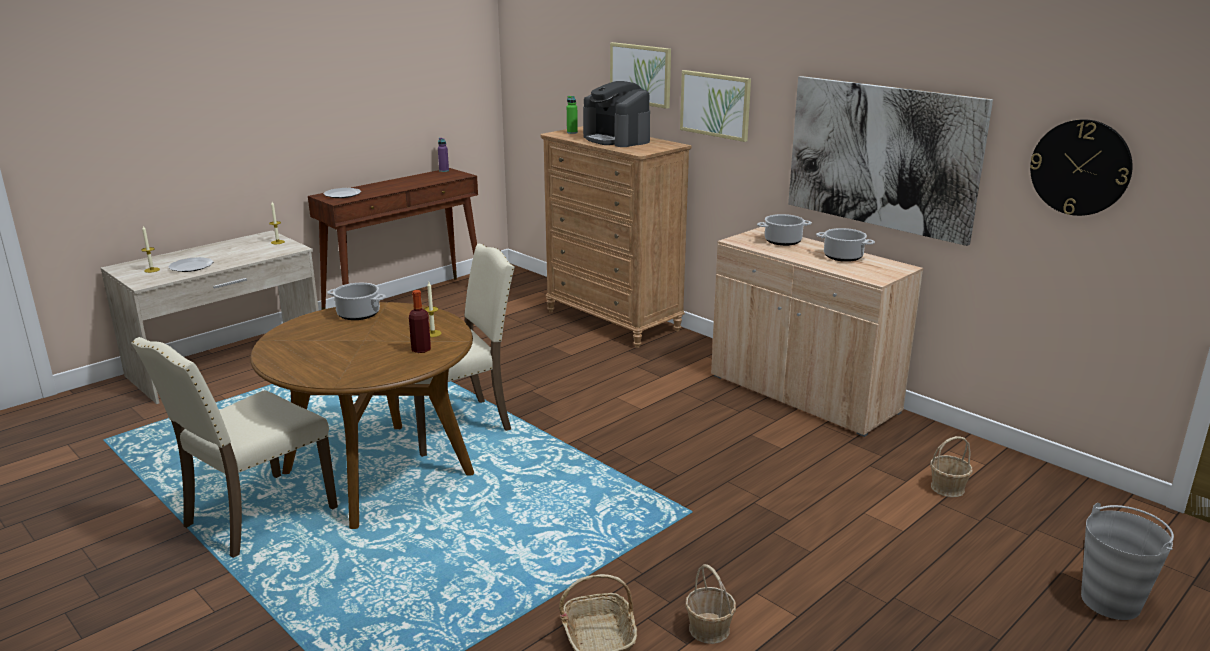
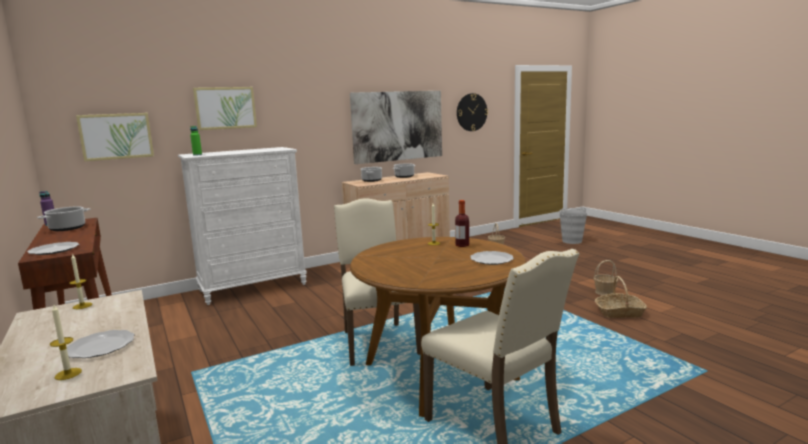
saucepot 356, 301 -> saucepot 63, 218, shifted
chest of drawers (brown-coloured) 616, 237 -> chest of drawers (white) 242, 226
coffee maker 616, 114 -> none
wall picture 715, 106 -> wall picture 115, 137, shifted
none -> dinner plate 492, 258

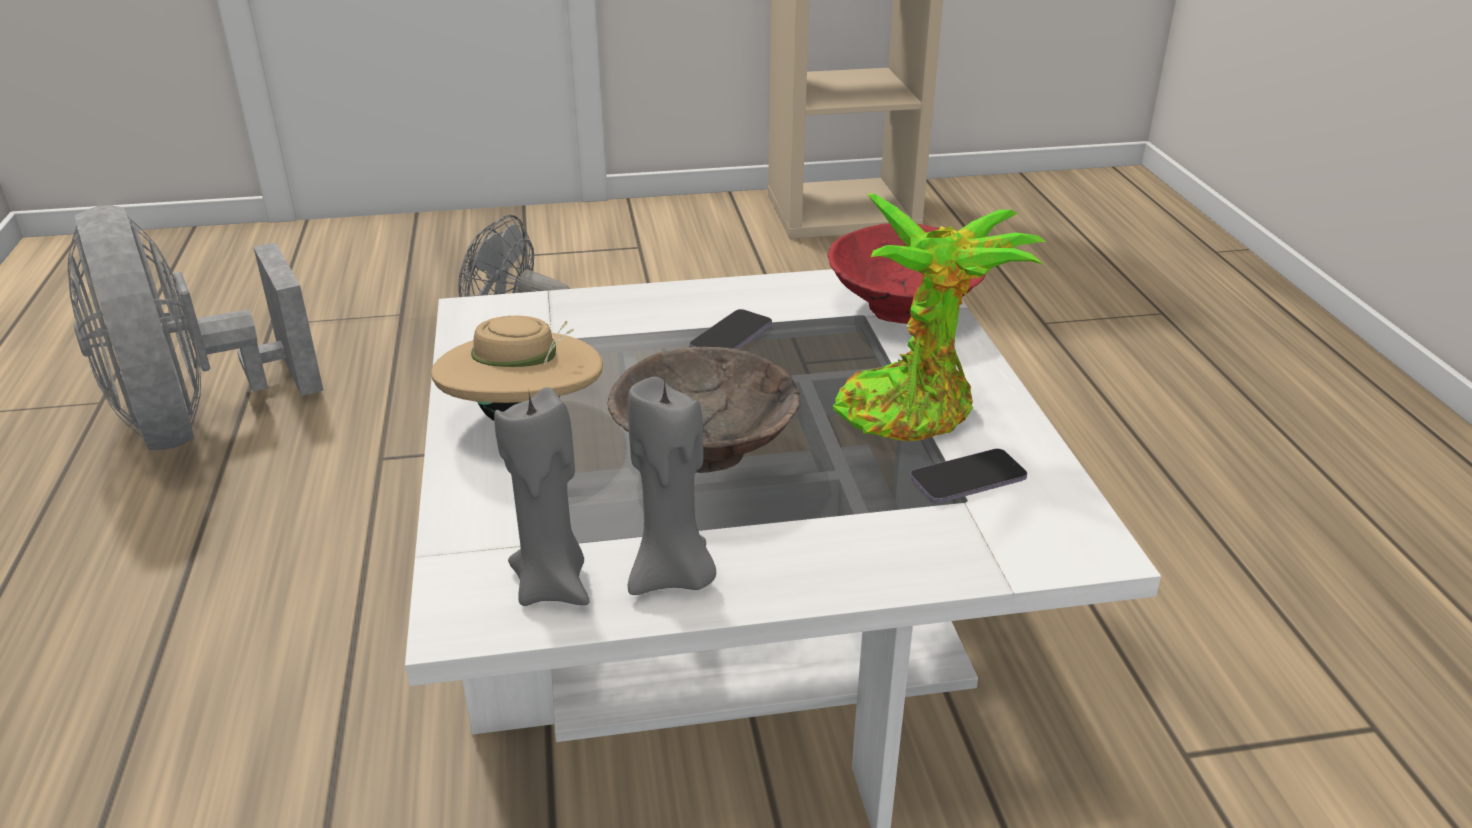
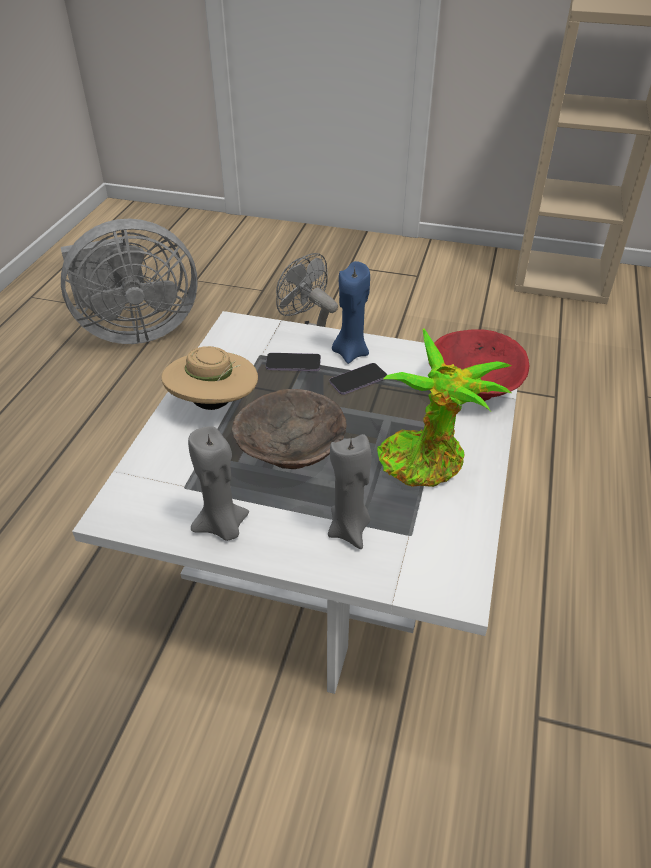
cooling fan (gray) 195, 327 -> cooling fan (gray) 129, 281, 105 degrees counterclockwise
candle (gray) 542, 496 -> candle (gray) 349, 491, shifted
telephone 968, 476 -> telephone 293, 362, shifted
none -> candle (blue-coloured) 351, 312

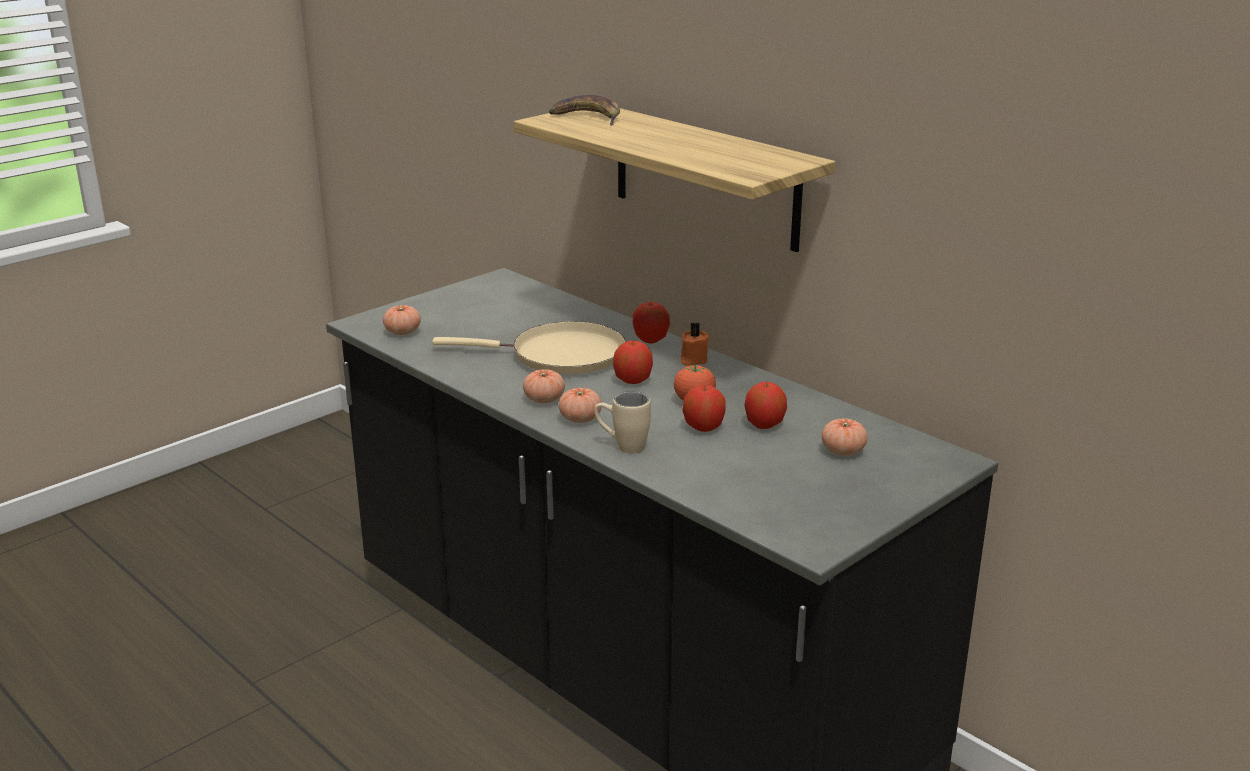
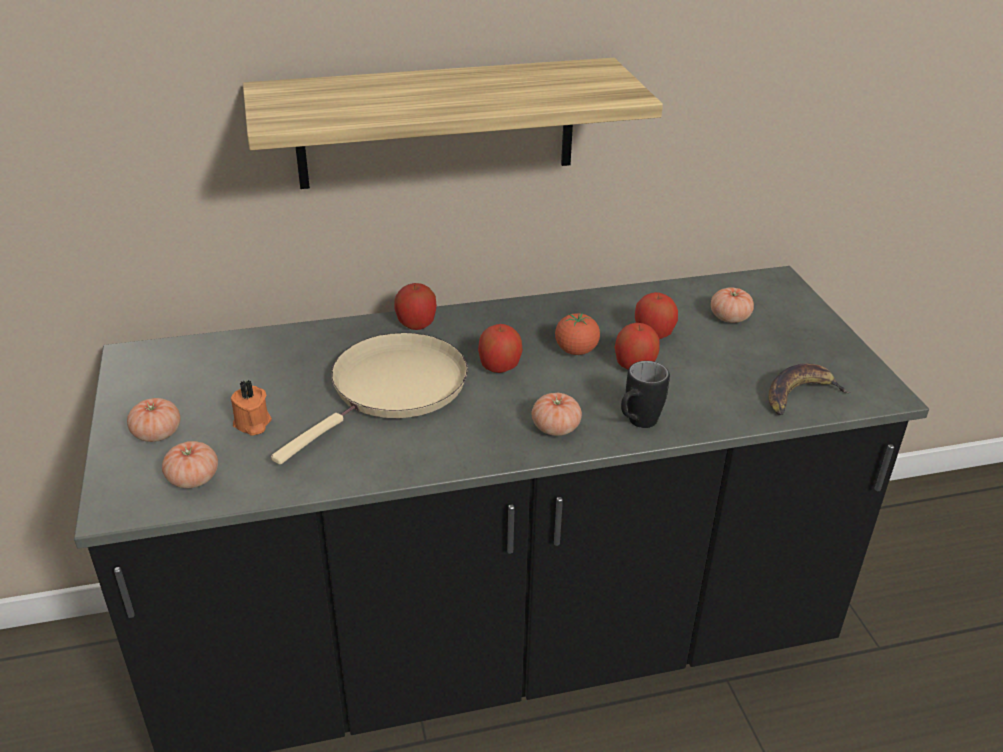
whole tomato 544, 386 -> whole tomato 153, 420, shifted
whole banana 584, 110 -> whole banana 809, 389, shifted
mug (beige-coloured) 622, 422 -> mug (black) 645, 394
candle (orange-coloured) 695, 344 -> candle (orange-coloured) 251, 408, shifted

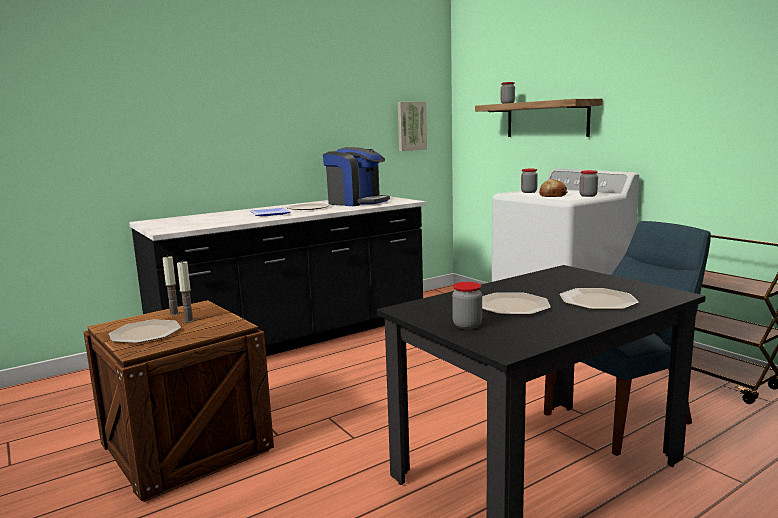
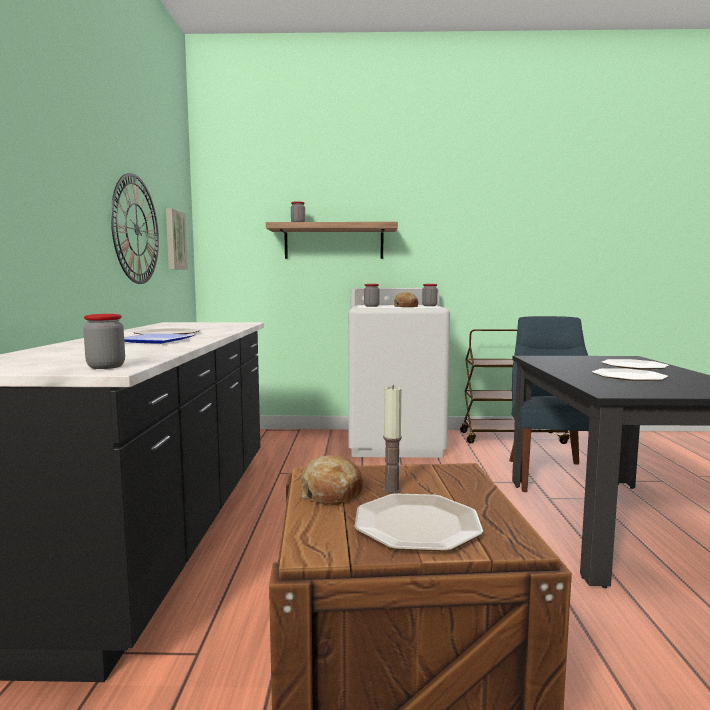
candle 171, 285 -> bread 332, 480
coffee maker 356, 176 -> none
preserve jar 467, 305 -> preserve jar 104, 341, shifted
none -> hanging clock 135, 228

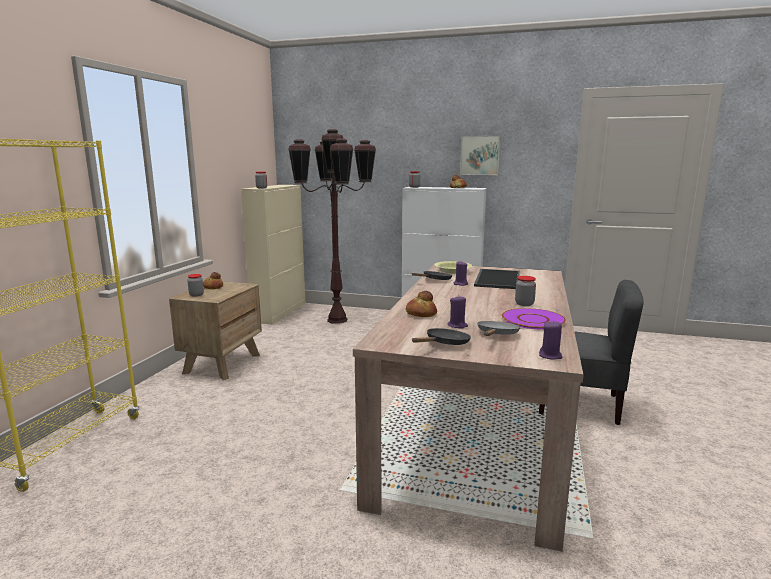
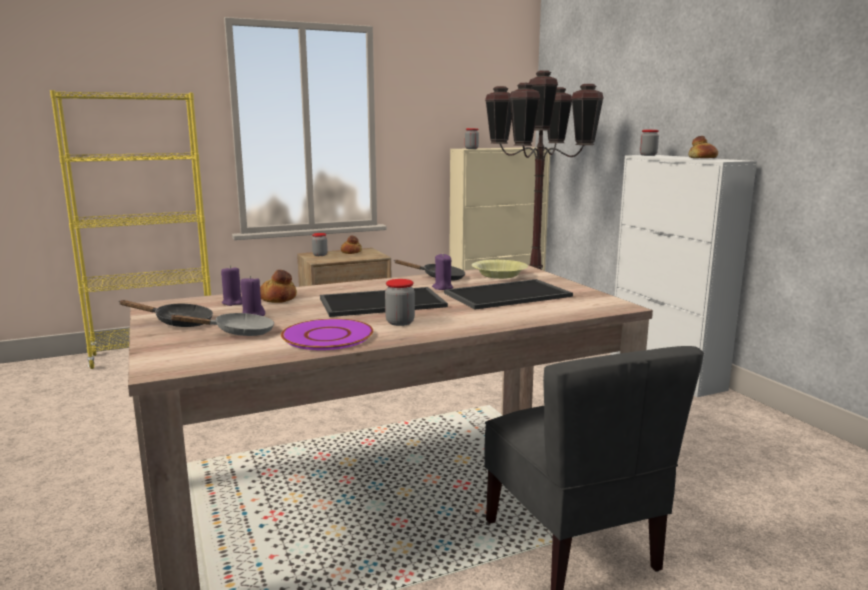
wall picture 480, 155 -> none
candle (purple) 550, 339 -> candle (purple) 231, 286, shifted
none -> serving tray 384, 302

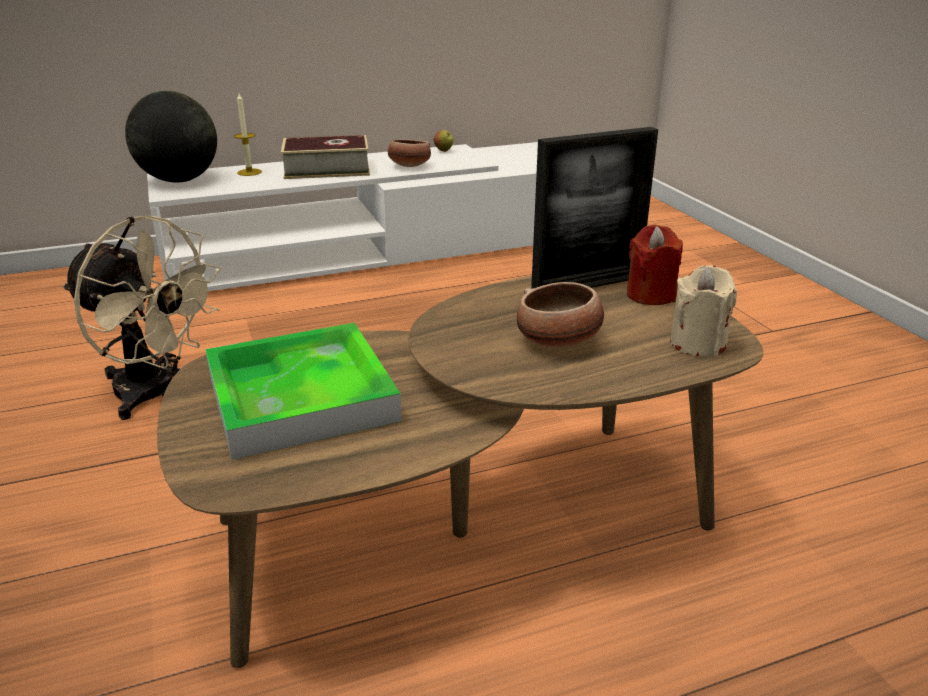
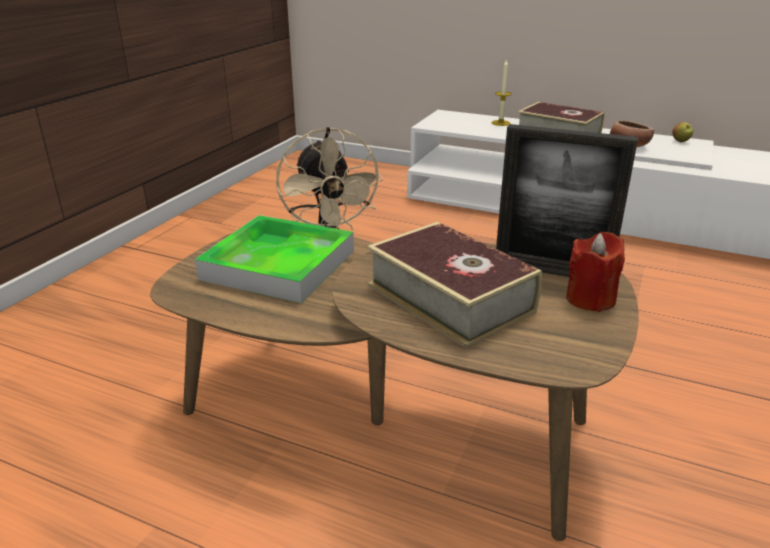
world globe 171, 136 -> none
serving bowl 560, 315 -> volume 454, 285
candle (beige-coloured) 703, 310 -> none

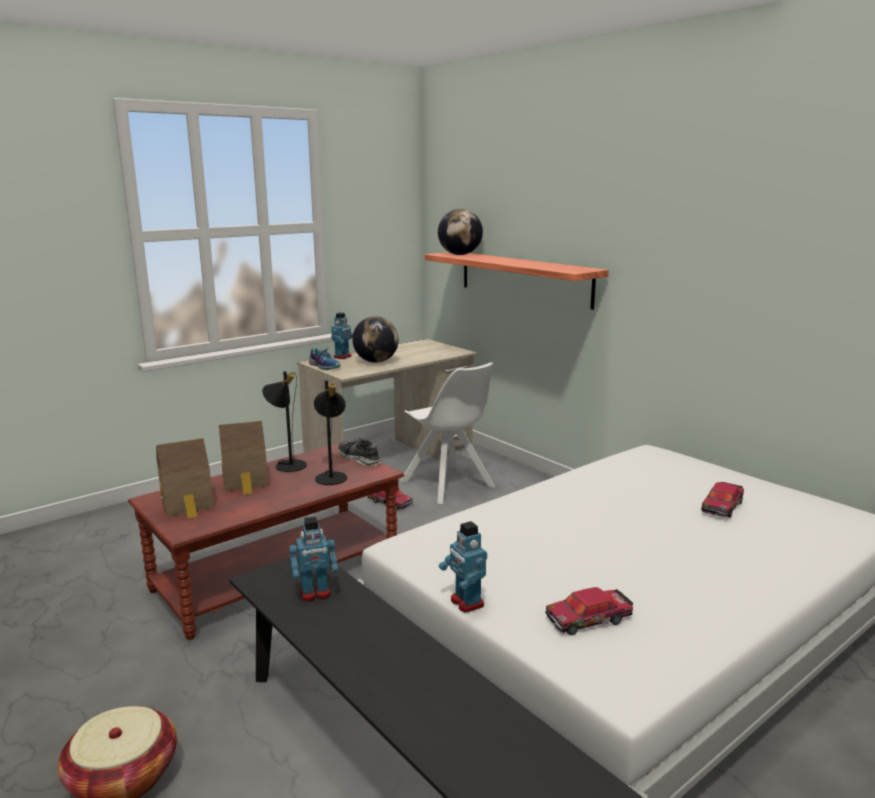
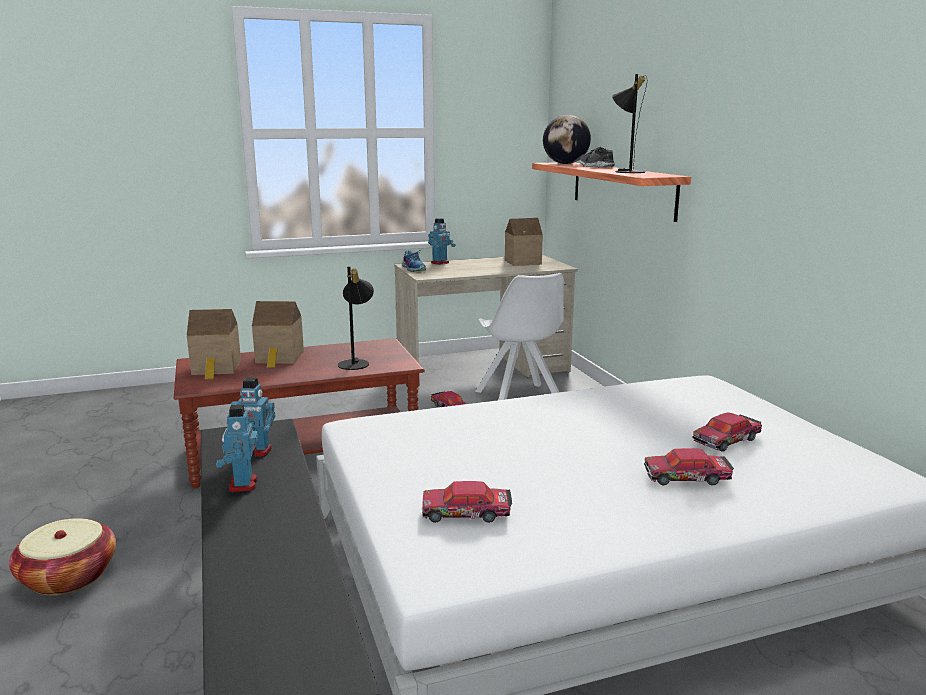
table lamp (black) 284, 421 -> table lamp (black) 629, 123, shifted
low shoe 359, 452 -> low shoe 597, 157, shifted
world globe 375, 339 -> none
toy robot 463, 566 -> toy robot 237, 448, shifted
none -> toy house 524, 242
none -> toy car 689, 467

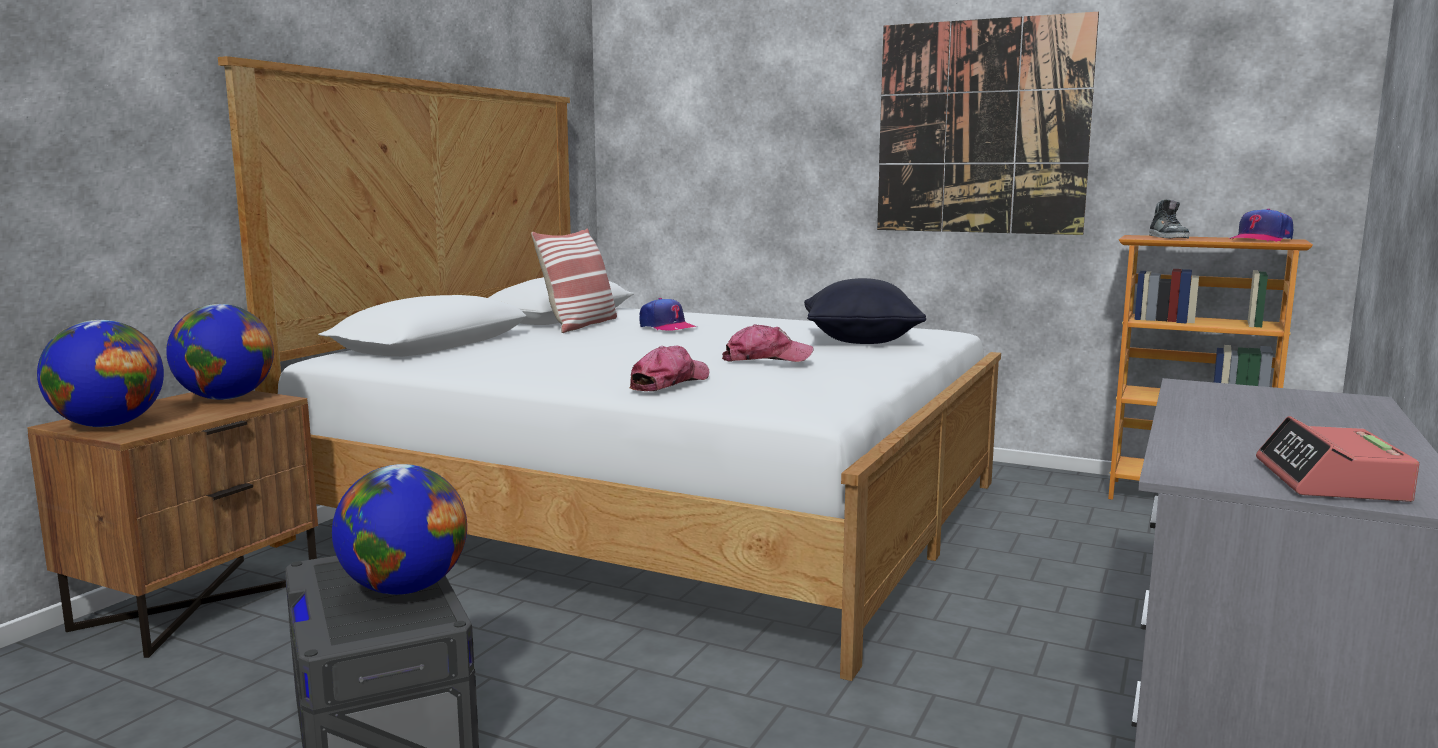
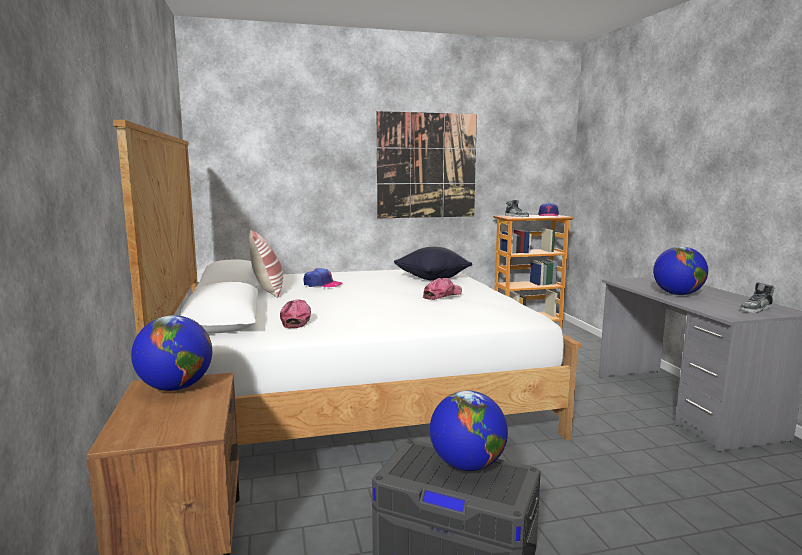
world globe 100, 373 -> world globe 680, 270, shifted
cap 669, 368 -> cap 295, 314, shifted
alarm clock 1337, 459 -> low shoe 757, 297

